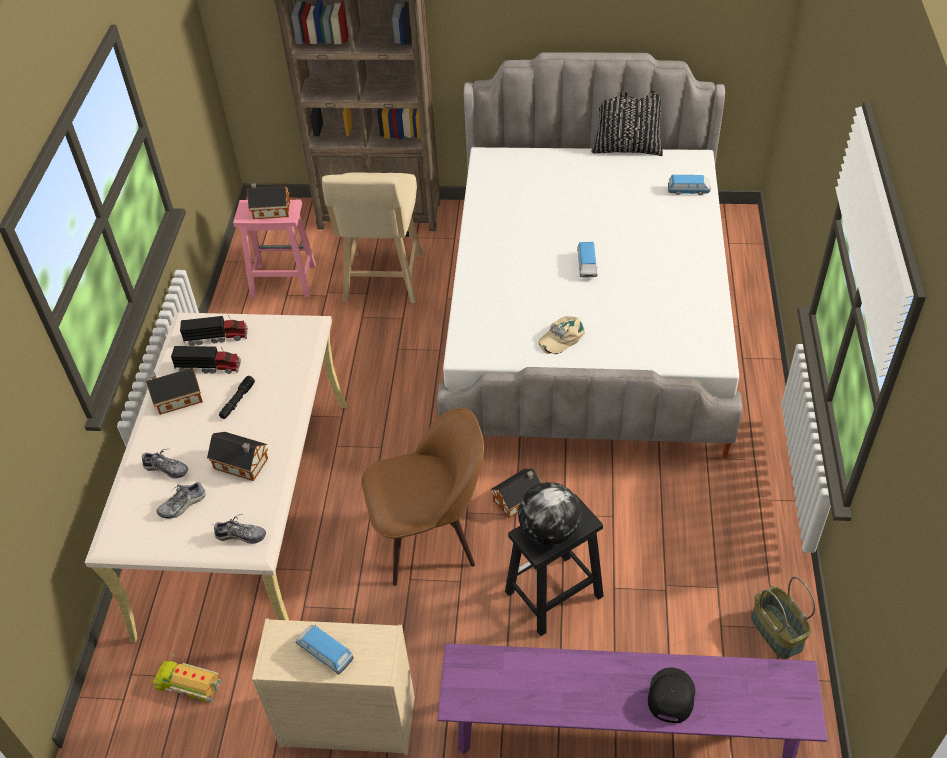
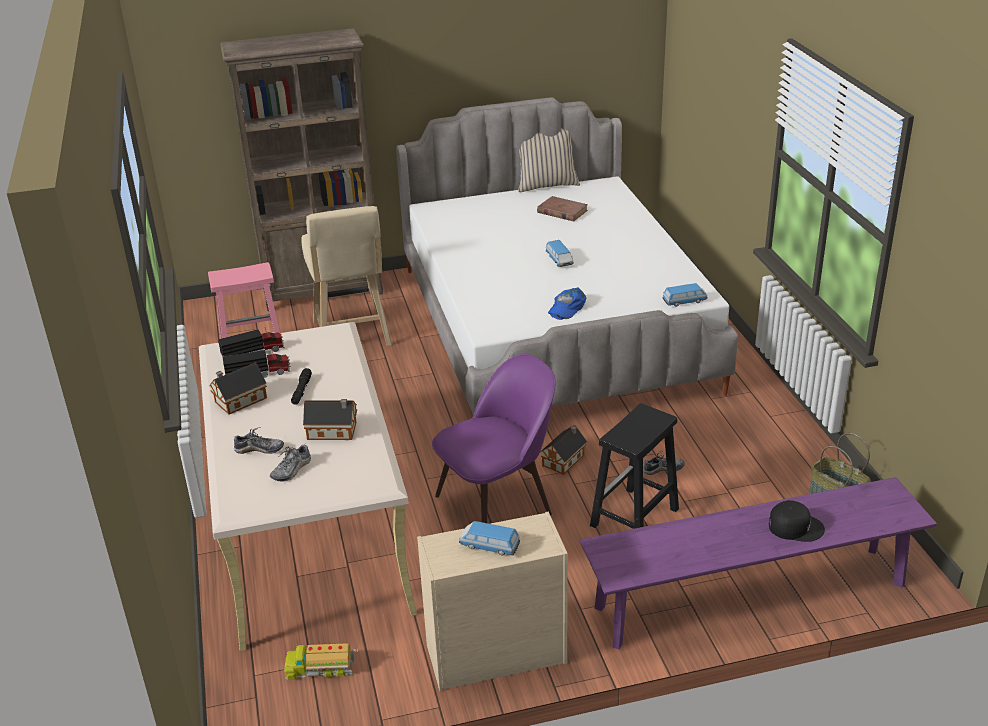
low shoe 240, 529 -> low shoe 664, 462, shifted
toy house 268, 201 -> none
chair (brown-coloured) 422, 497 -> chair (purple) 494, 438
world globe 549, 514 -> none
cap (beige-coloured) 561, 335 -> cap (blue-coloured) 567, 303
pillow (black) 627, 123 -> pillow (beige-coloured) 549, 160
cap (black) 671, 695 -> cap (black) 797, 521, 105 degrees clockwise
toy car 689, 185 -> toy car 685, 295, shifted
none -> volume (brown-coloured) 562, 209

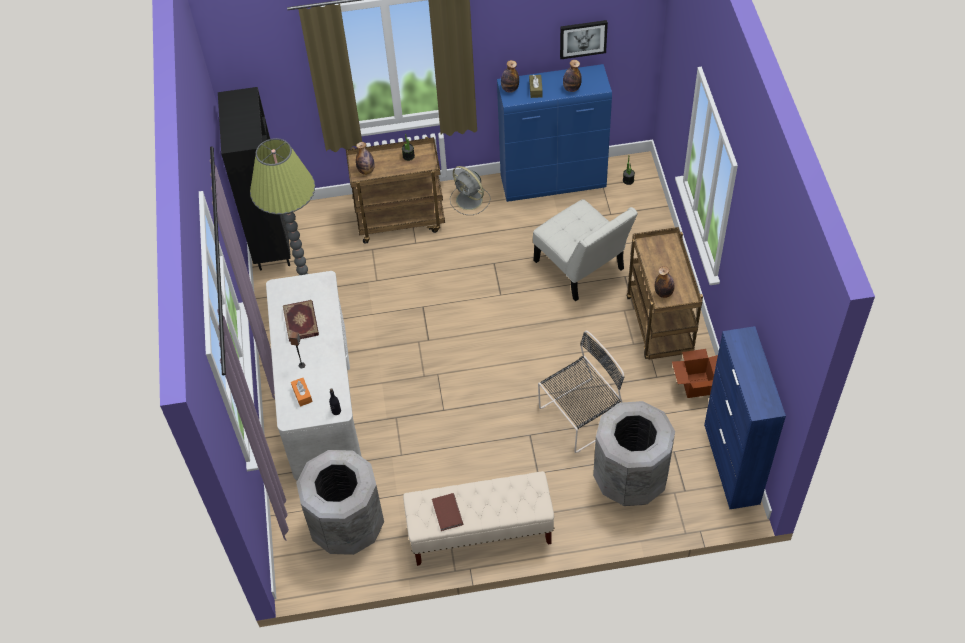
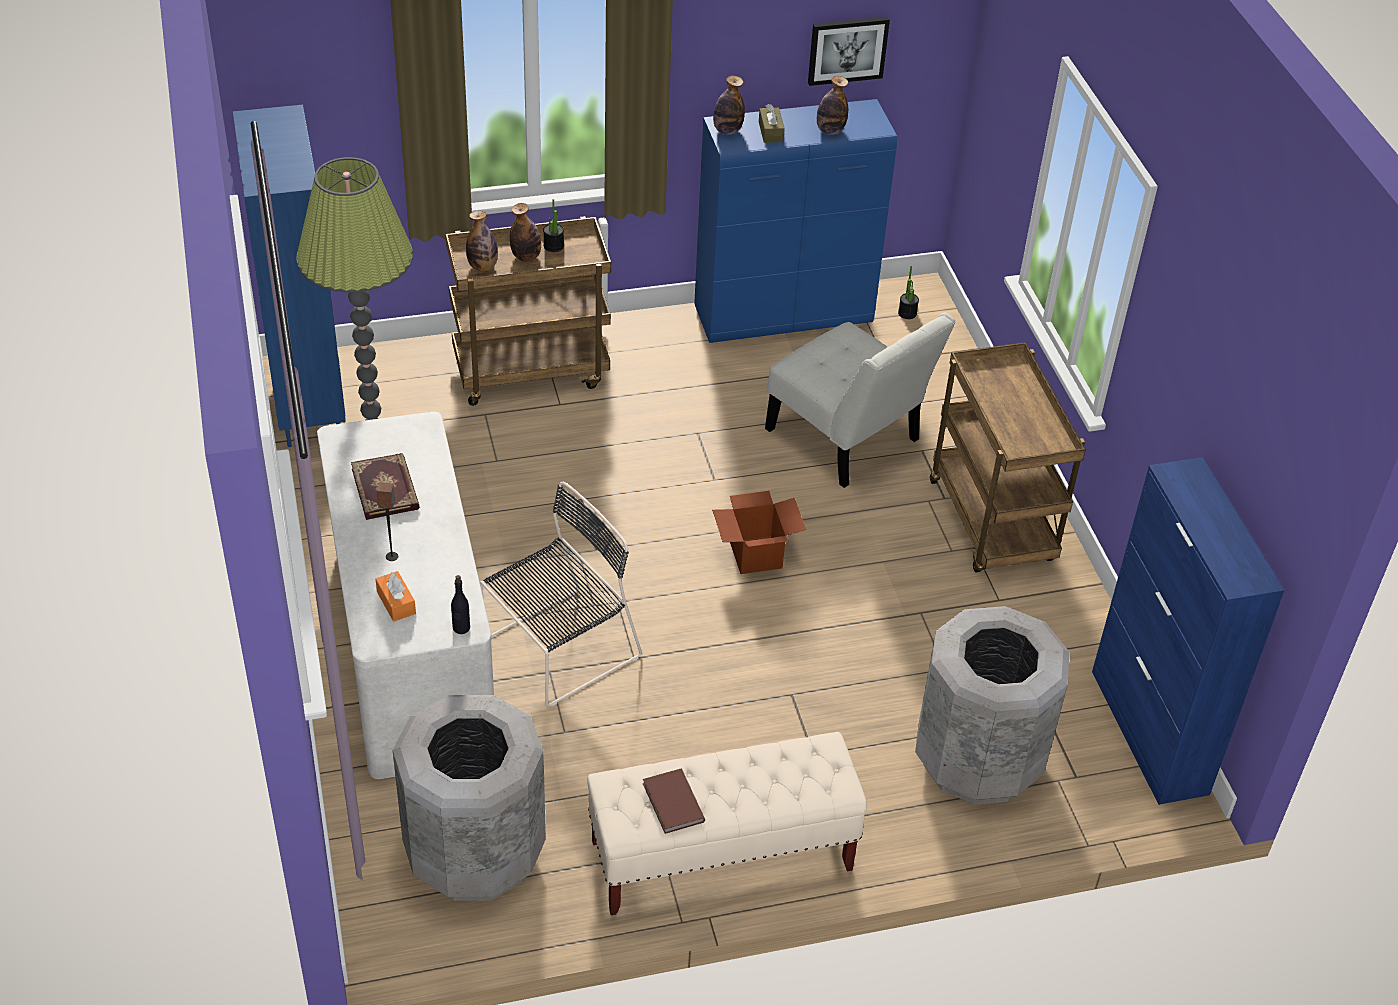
bookcase (black) 254, 178 -> bookcase (blue-coloured) 289, 276
cooling fan (gray) 470, 190 -> none
chair (black) 581, 392 -> chair (black) 561, 594, shifted
bottle 665, 282 -> bottle 525, 232, shifted
carton 695, 373 -> carton 759, 532, shifted

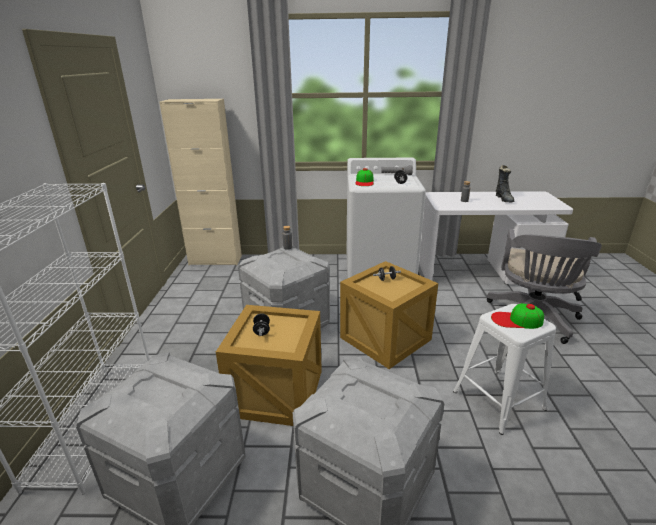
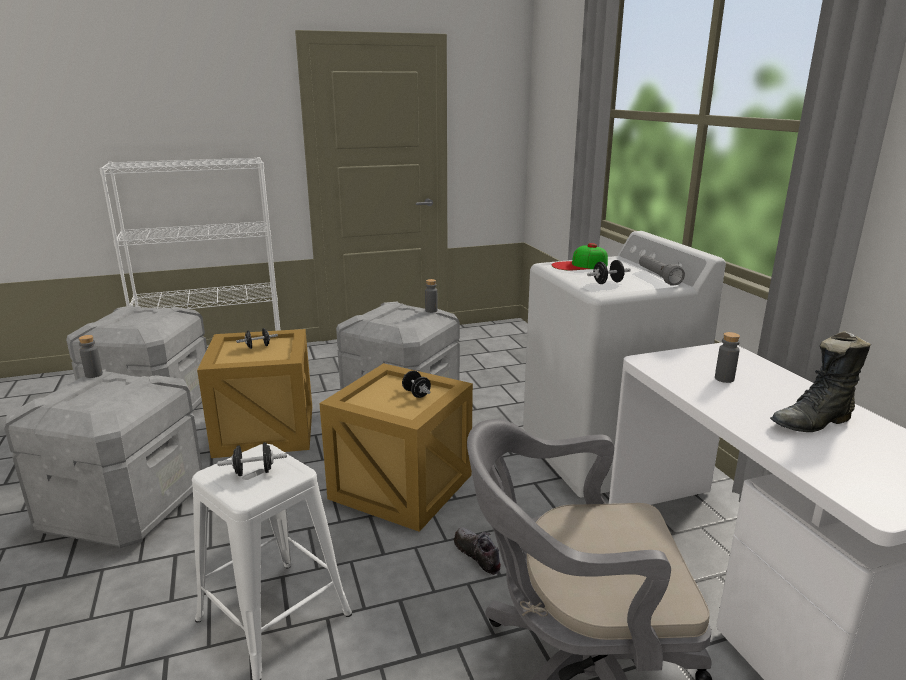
cabinet (beige-coloured) 200, 182 -> none
cap 517, 316 -> free weight (black) 252, 459
none -> bottle (gray) 90, 356
none -> low shoe 477, 551

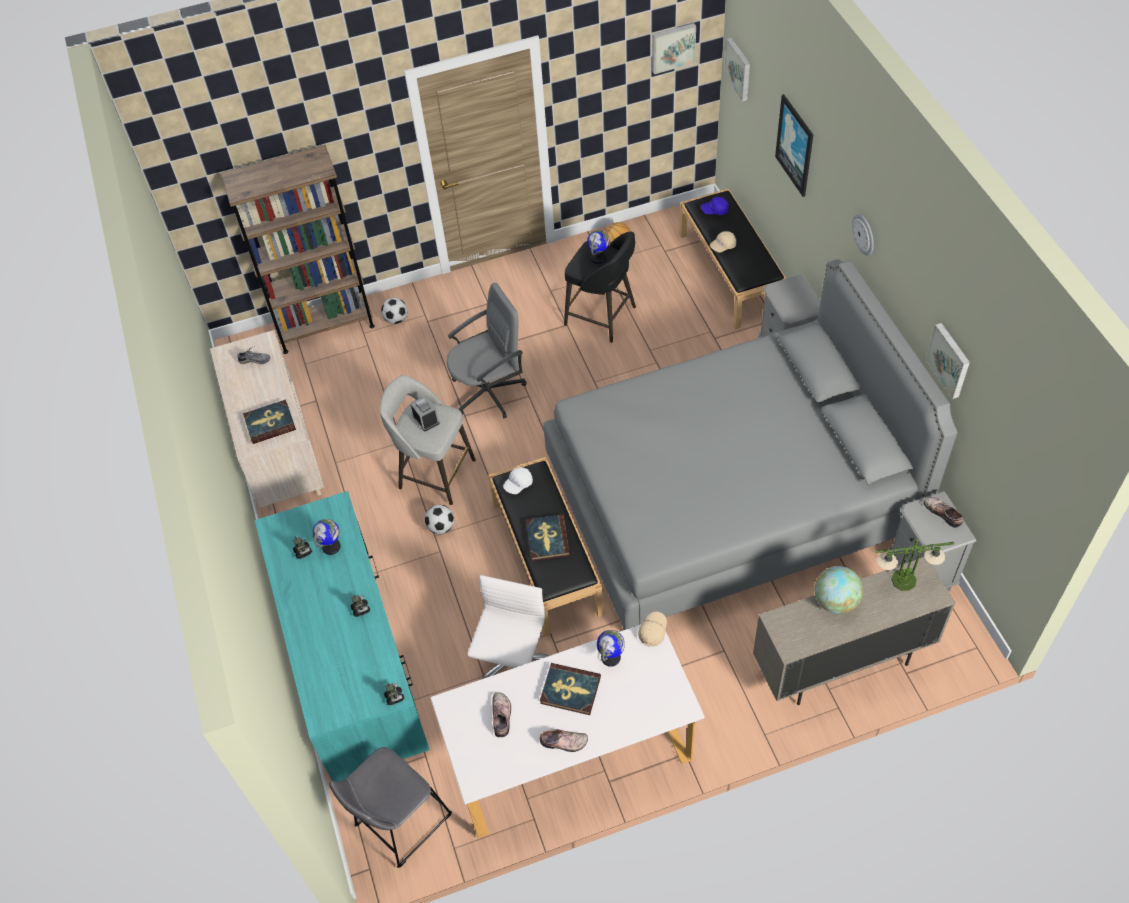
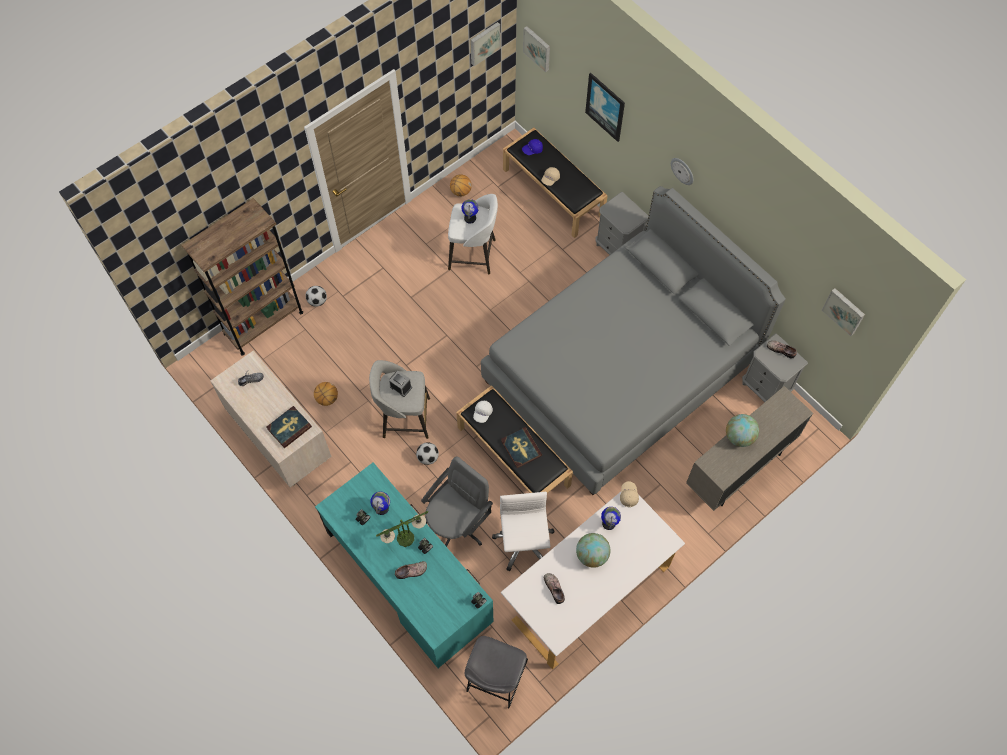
office chair (gray) 486, 350 -> office chair (gray) 457, 501, shifted
volume 570, 689 -> world globe 593, 550
low shoe 564, 740 -> low shoe 411, 570, shifted
stool seat (black) 600, 287 -> stool seat (white) 473, 234
table lamp 915, 565 -> table lamp 402, 529, shifted
wall picture 948, 361 -> wall picture 843, 312, shifted
none -> basketball ball 326, 394

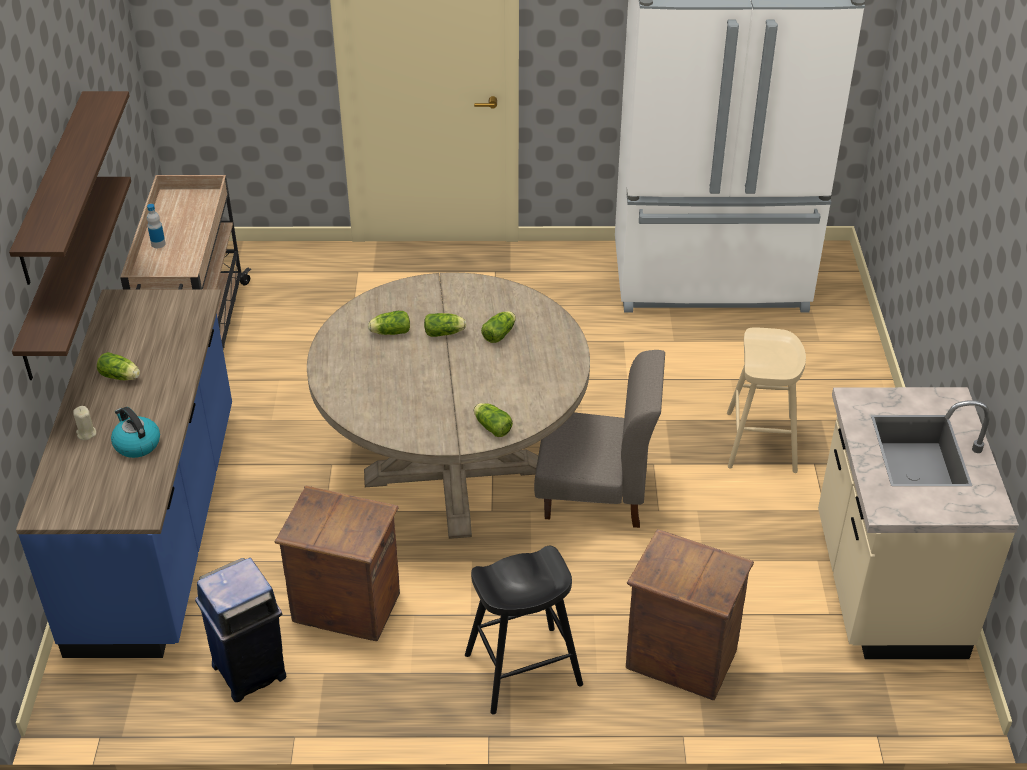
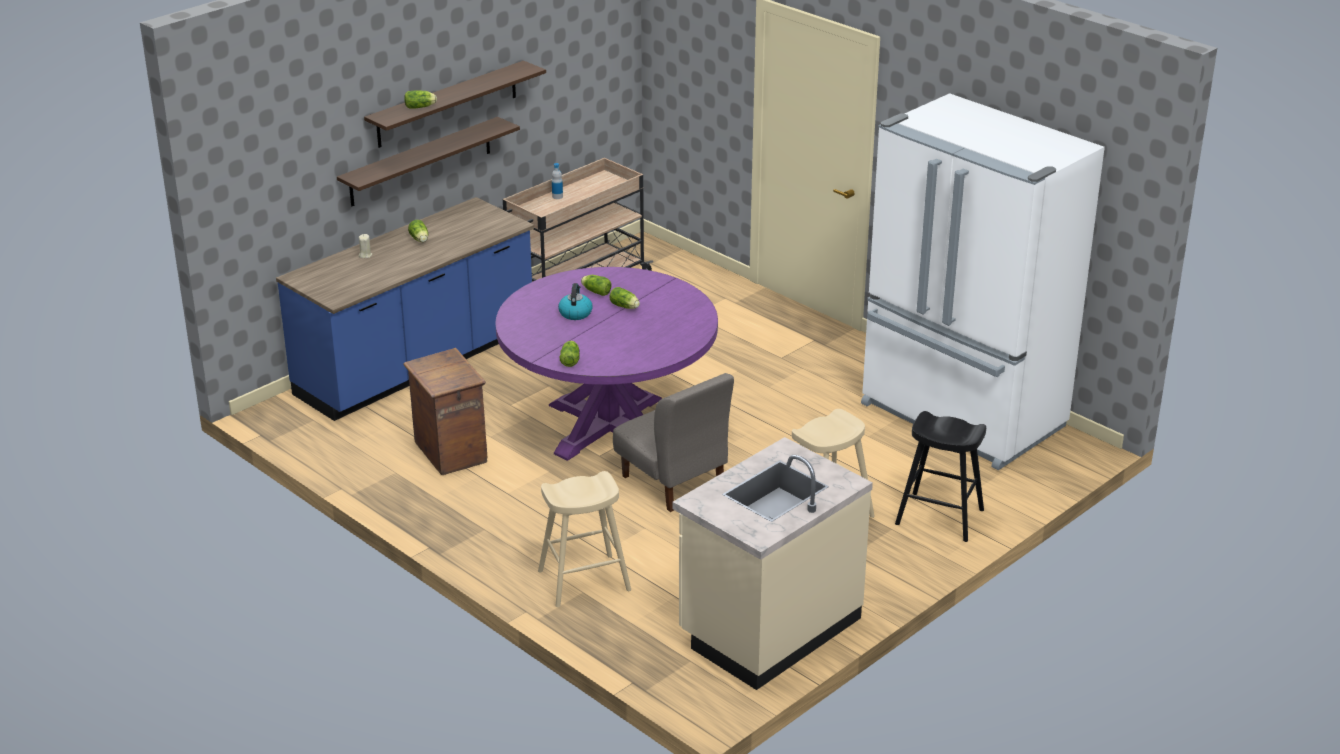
kettle 135, 432 -> kettle 575, 301, shifted
rubbish bin (blue-coloured) 240, 630 -> none
dinner table (beige-coloured) 448, 406 -> dinner table (purple) 607, 364
stool seat (black) 524, 630 -> stool seat (black) 940, 476, shifted
lettuce head 498, 327 -> lettuce head 420, 99, shifted
shipping crate 690, 614 -> stool seat (beige-coloured) 584, 539

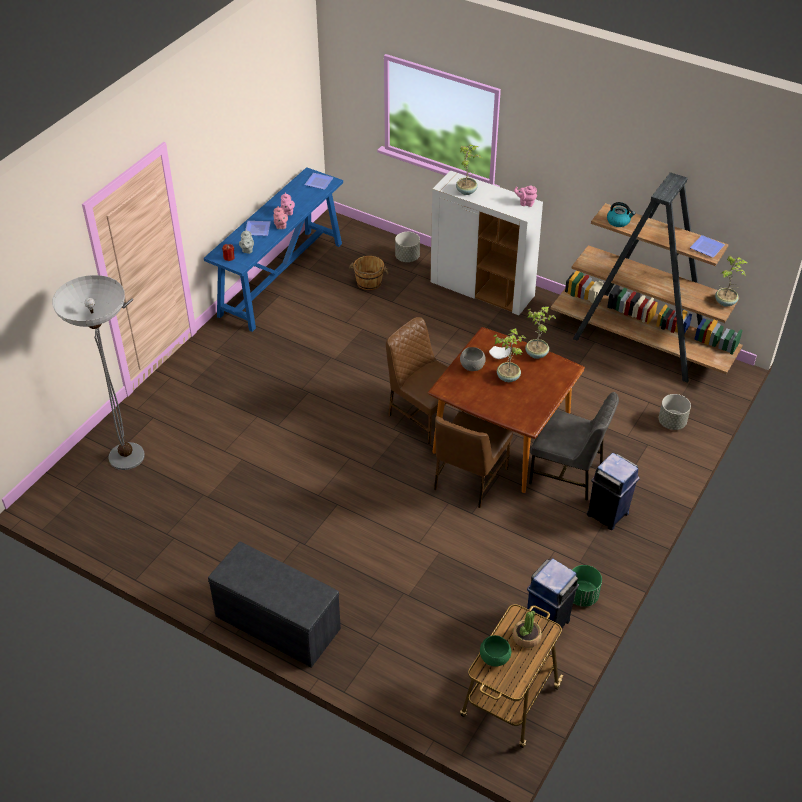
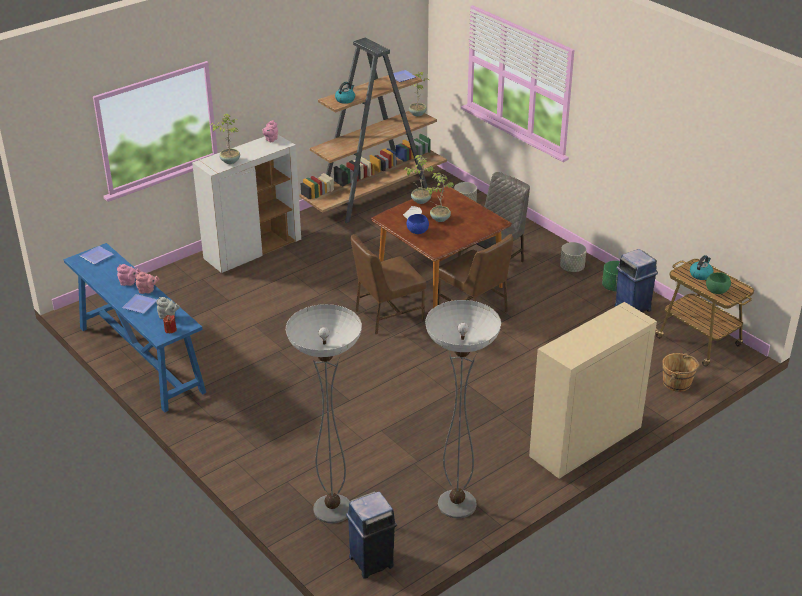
bench (gray) 274, 605 -> cabinet (beige-coloured) 593, 390
water bucket (brown-coloured) 368, 273 -> water bucket (brown-coloured) 681, 372, shifted
planter (gray) 407, 247 -> planter (gray) 573, 257, shifted
serving bowl (gray) 473, 359 -> serving bowl (blue-coloured) 417, 224
houseplant 527, 629 -> kettle 701, 267
rubbish bin (blue-coloured) 613, 491 -> rubbish bin (blue-coloured) 371, 535, shifted
none -> standard lamp 463, 409

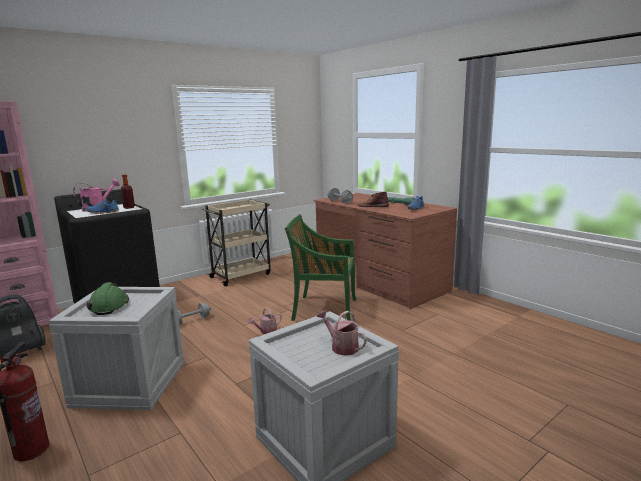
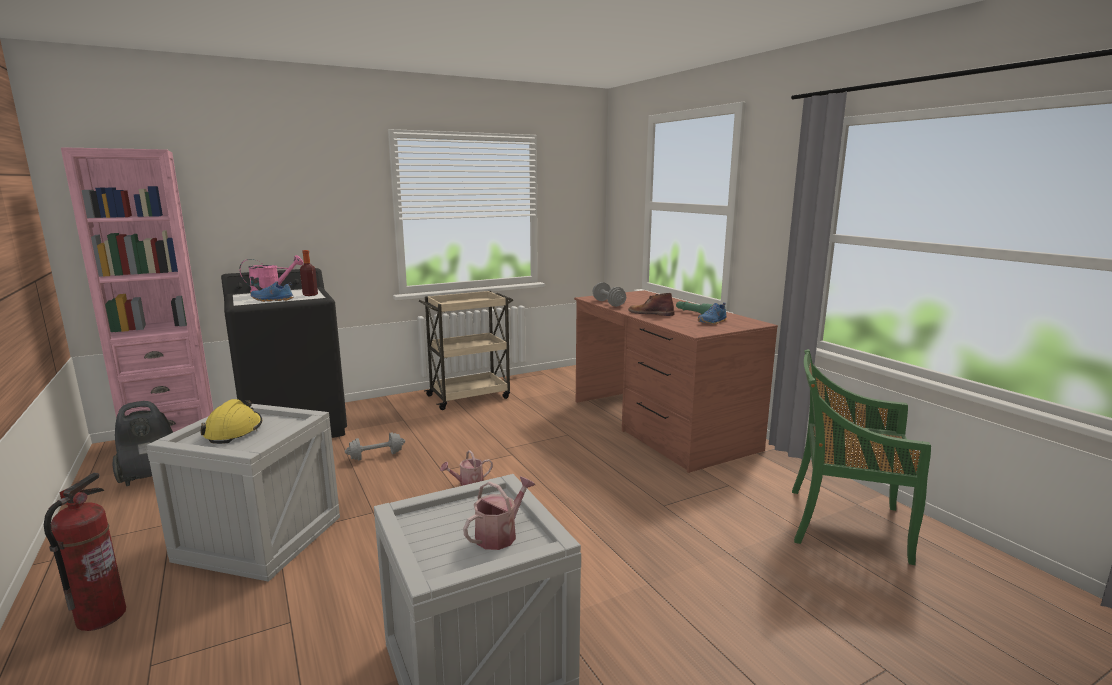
safety helmet (greenish) 108, 298 -> safety helmet (yellow-coloured) 231, 421
chair (greenish) 320, 267 -> chair (greenish) 861, 457, shifted
sprinkling can 342, 333 -> sprinkling can 499, 513, 75 degrees clockwise

